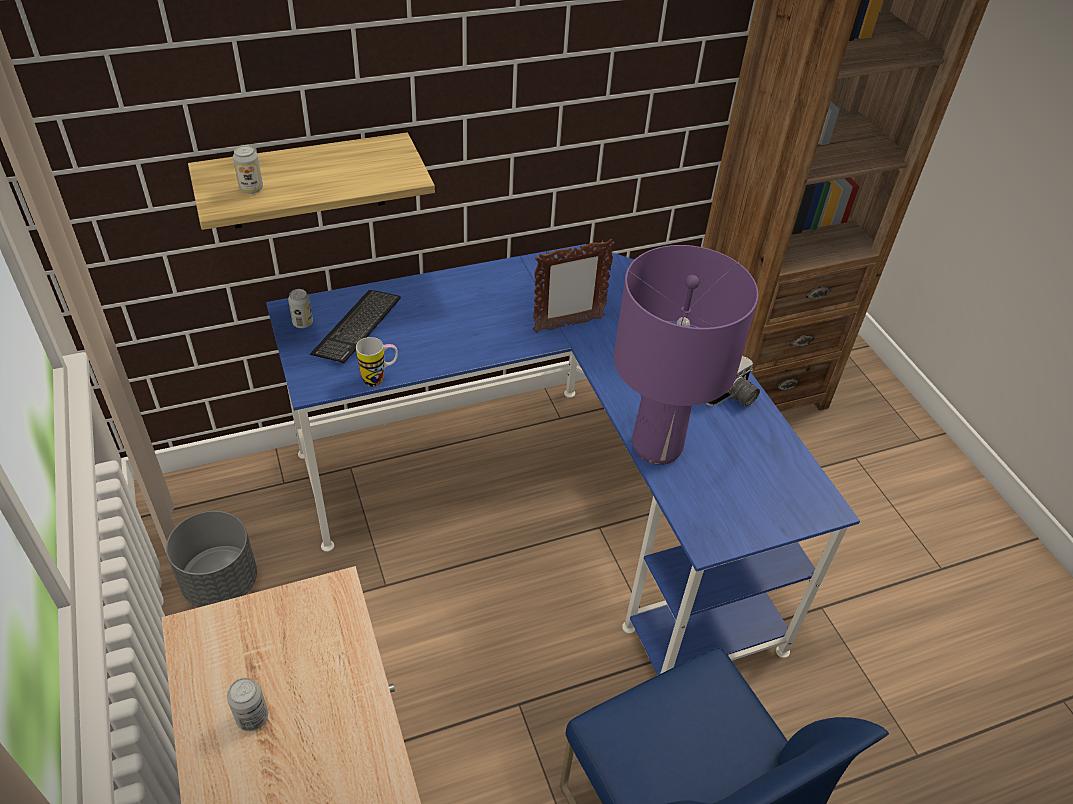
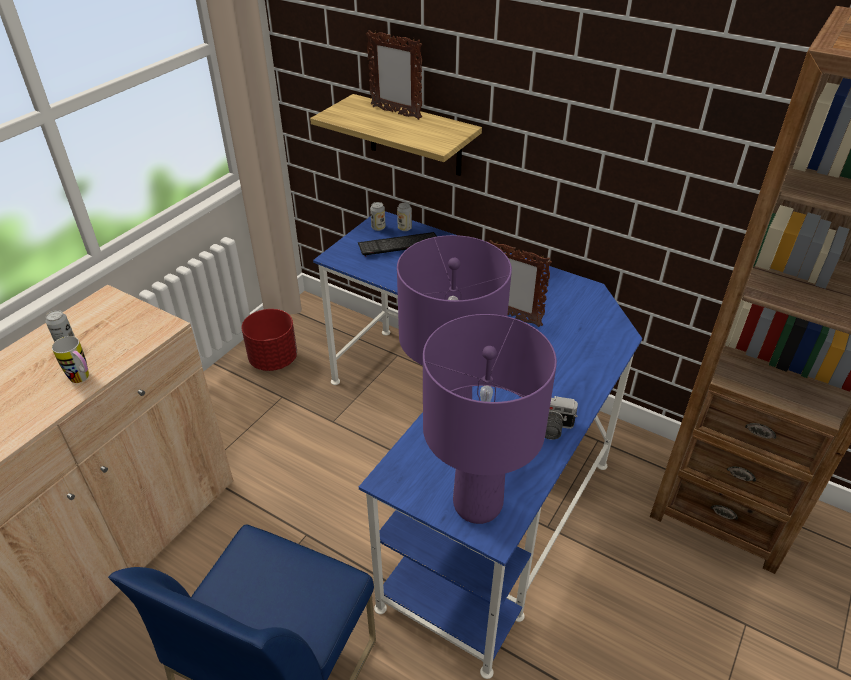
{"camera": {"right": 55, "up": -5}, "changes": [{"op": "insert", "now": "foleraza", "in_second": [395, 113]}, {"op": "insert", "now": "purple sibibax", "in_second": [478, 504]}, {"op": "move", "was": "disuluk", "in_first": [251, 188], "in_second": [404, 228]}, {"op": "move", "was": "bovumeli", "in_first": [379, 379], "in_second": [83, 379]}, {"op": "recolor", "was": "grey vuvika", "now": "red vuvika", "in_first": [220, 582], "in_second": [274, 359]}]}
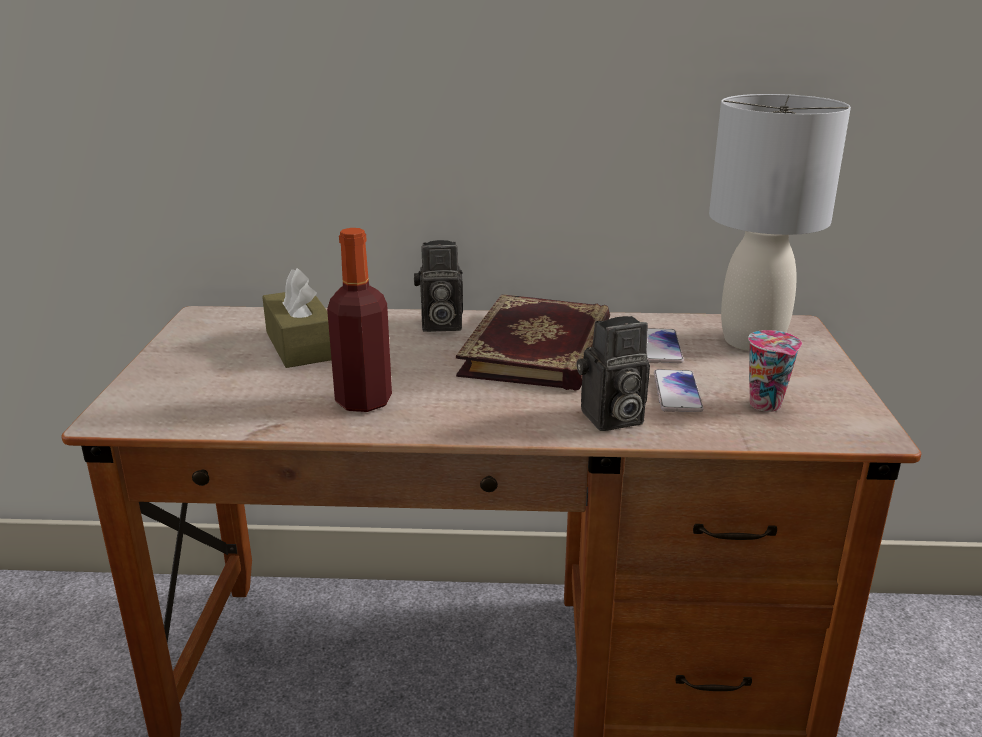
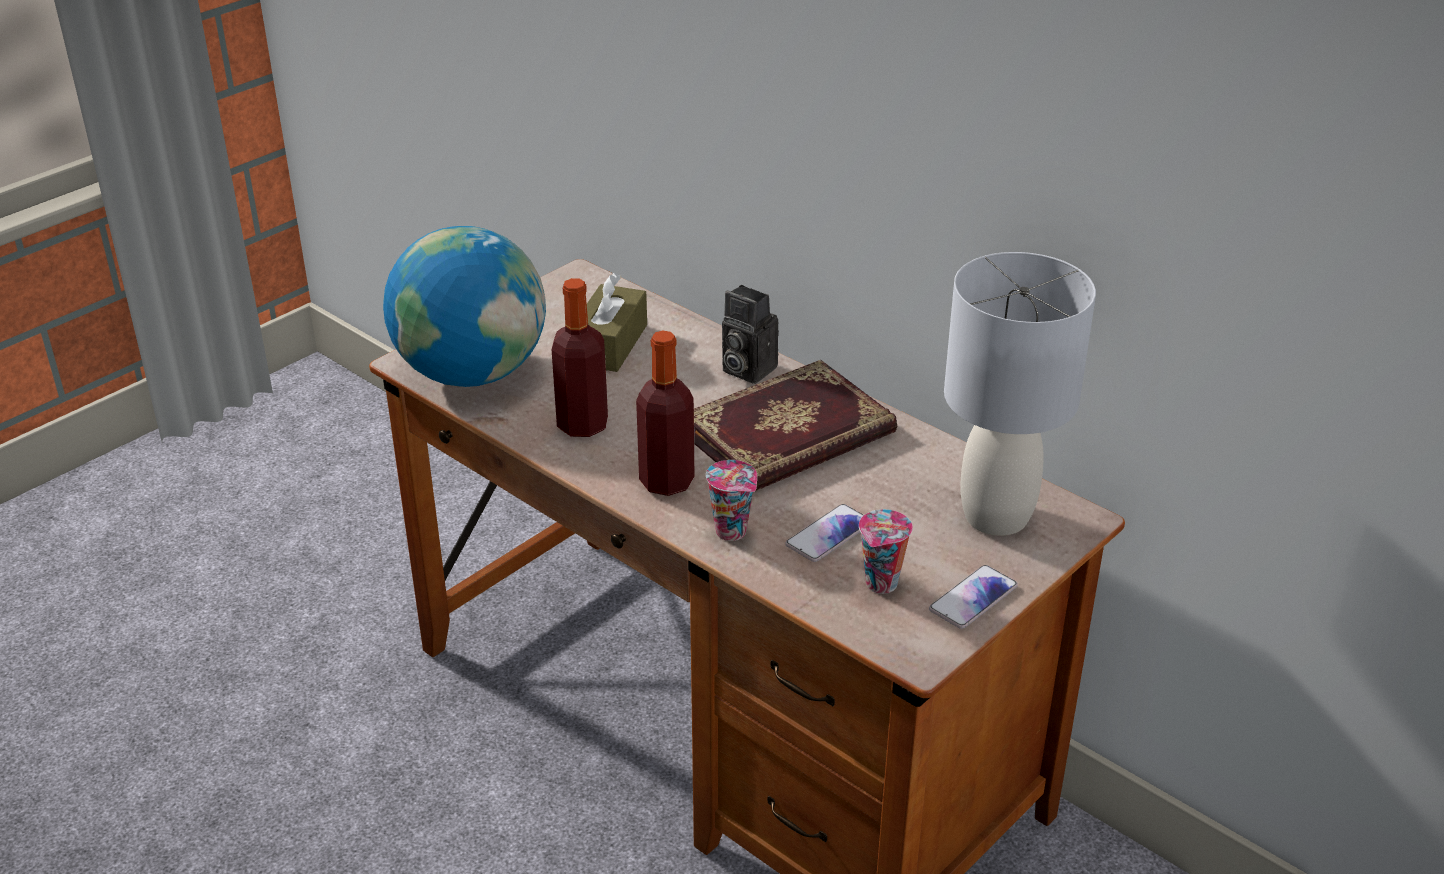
{"camera": {"right": 40, "up": 10}, "changes": [{"op": "insert", "now": "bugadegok", "in_second": [472, 373]}, {"op": "insert", "now": "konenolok", "in_second": [667, 481]}, {"op": "move", "was": "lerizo", "in_first": [660, 347], "in_second": [973, 598]}, {"op": "replace", "was": "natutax", "now": "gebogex", "in_first": [610, 419], "in_second": [733, 532]}]}
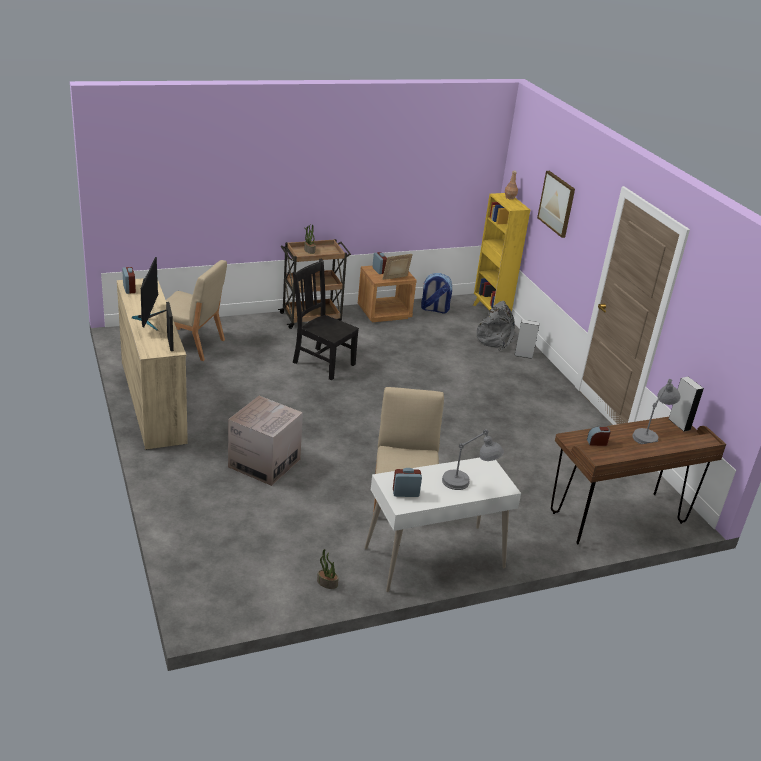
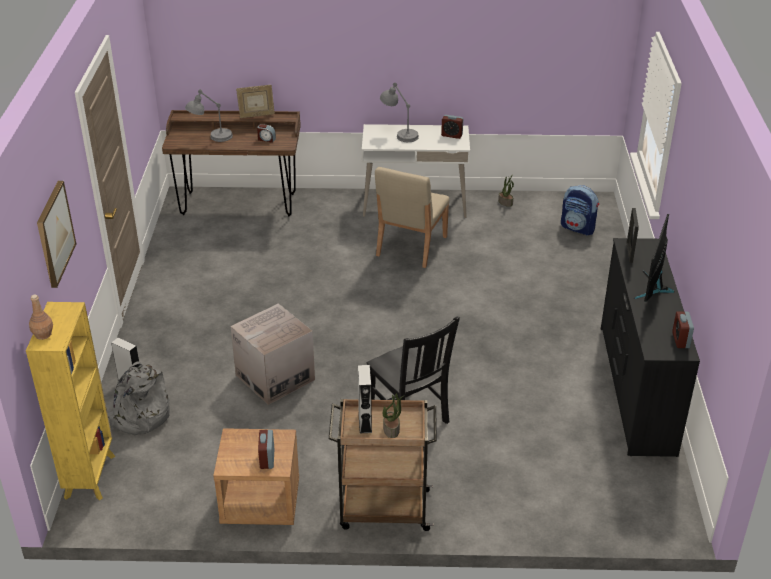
{"camera": {"right": -155, "up": 5}, "changes": [{"op": "delete", "was": "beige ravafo", "in_first": [191, 344]}, {"op": "move", "was": "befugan", "in_first": [264, 463], "in_second": [275, 377]}, {"op": "move", "was": "foleraza", "in_first": [396, 279], "in_second": [256, 115]}, {"op": "move", "was": "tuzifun", "in_first": [434, 309], "in_second": [578, 228]}, {"op": "move", "was": "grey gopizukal", "in_first": [679, 424], "in_second": [365, 422]}, {"op": "recolor", "was": "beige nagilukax", "now": "black nagilukax", "in_first": [153, 401], "in_second": [635, 389]}]}
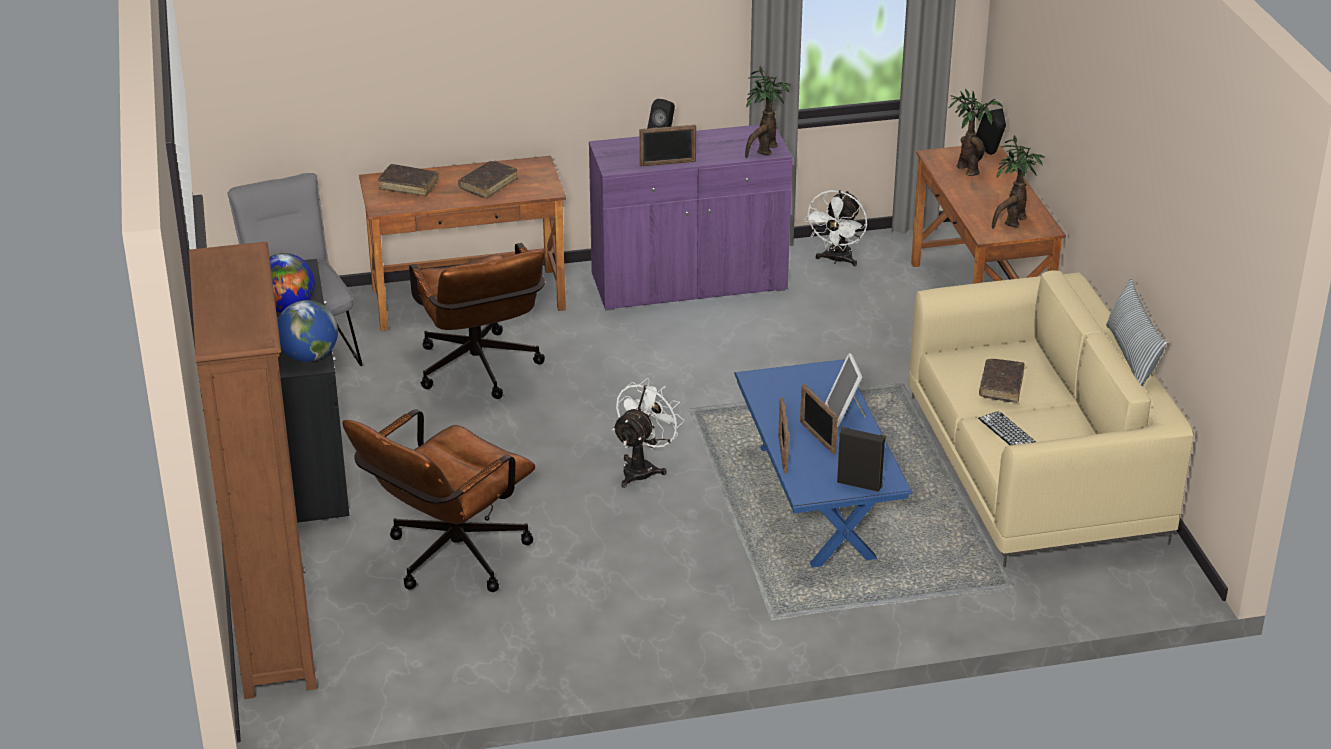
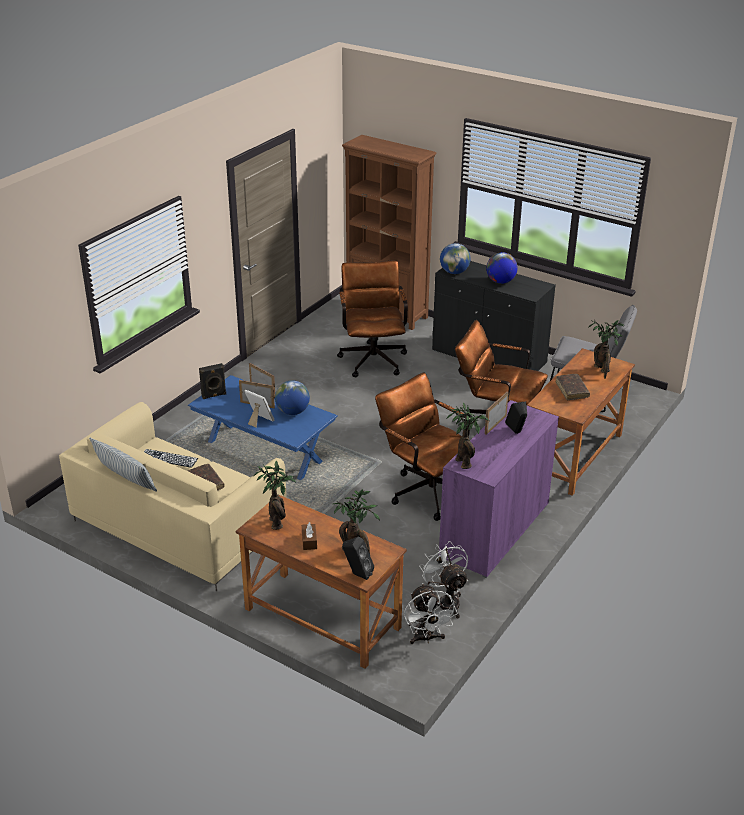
{"camera": {"right": 135, "up": 0}, "changes": [{"op": "insert", "now": "bugadegok", "in_second": [292, 412]}, {"op": "insert", "now": "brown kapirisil", "in_second": [309, 541]}, {"op": "insert", "now": "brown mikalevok", "in_second": [426, 489]}, {"op": "move", "was": "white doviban", "in_first": [643, 468], "in_second": [426, 638]}, {"op": "replace", "was": "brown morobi", "now": "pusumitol", "in_first": [408, 185], "in_second": [602, 370]}]}
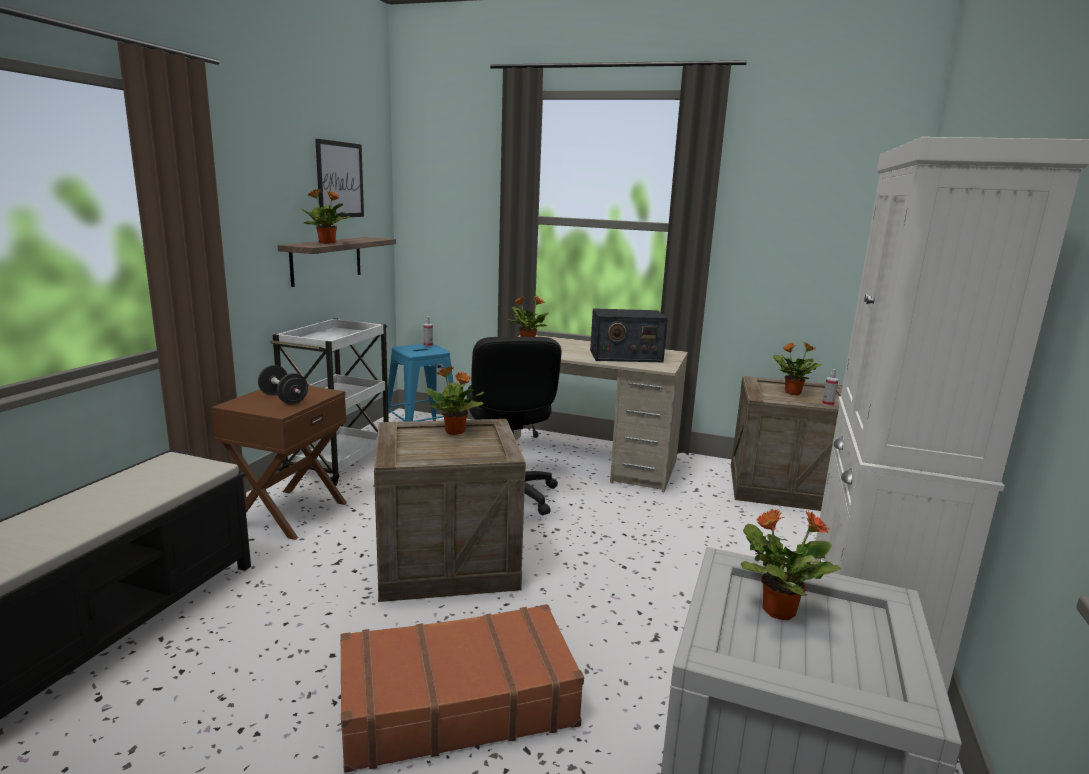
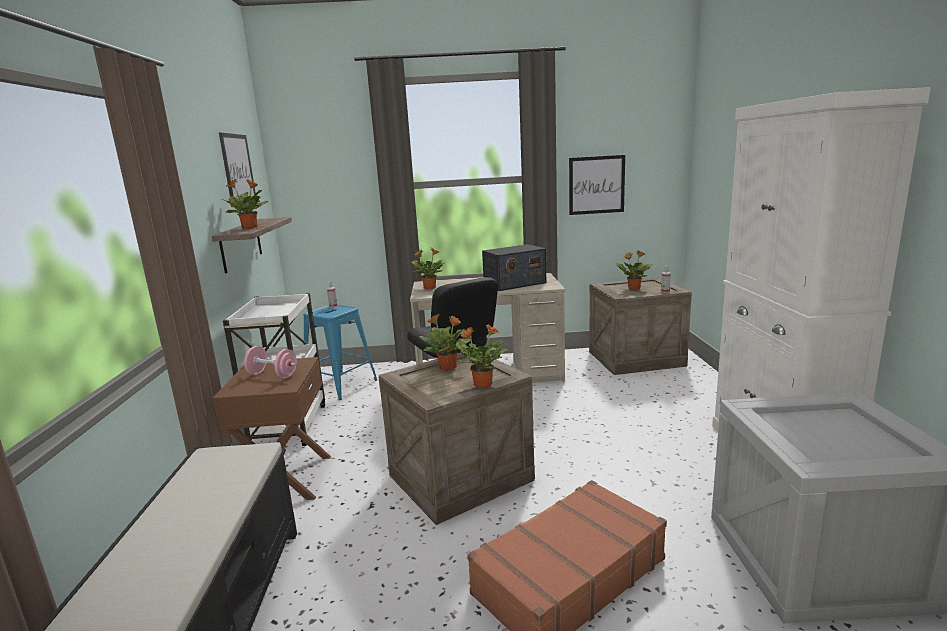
{"camera": {"right": -20, "up": 0}, "changes": [{"op": "insert", "now": "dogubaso", "in_second": [596, 185]}, {"op": "move", "was": "pusumitol", "in_first": [777, 610], "in_second": [482, 384]}, {"op": "recolor", "was": "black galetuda", "now": "pink galetuda", "in_first": [283, 399], "in_second": [273, 375]}]}
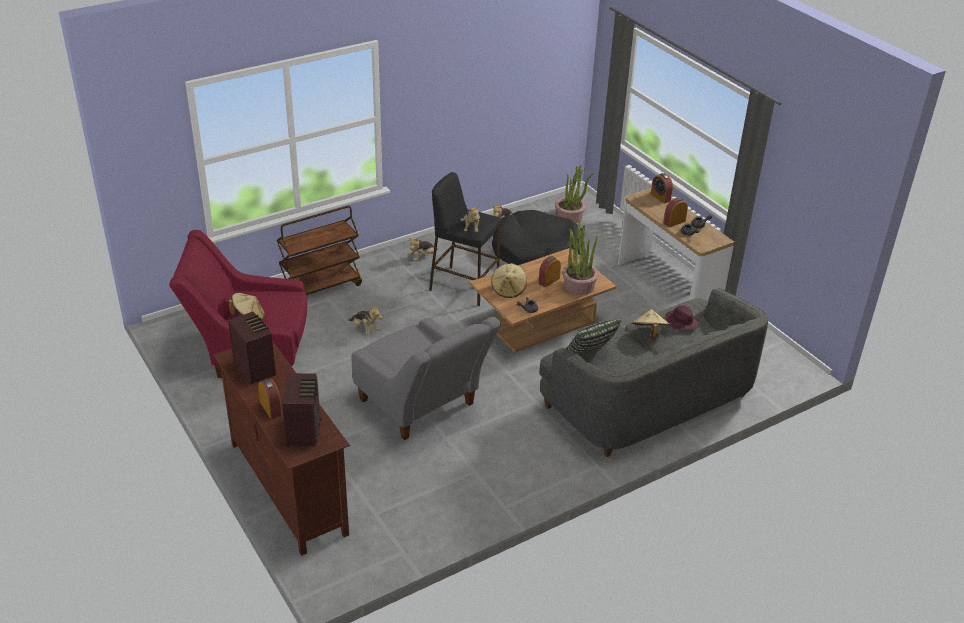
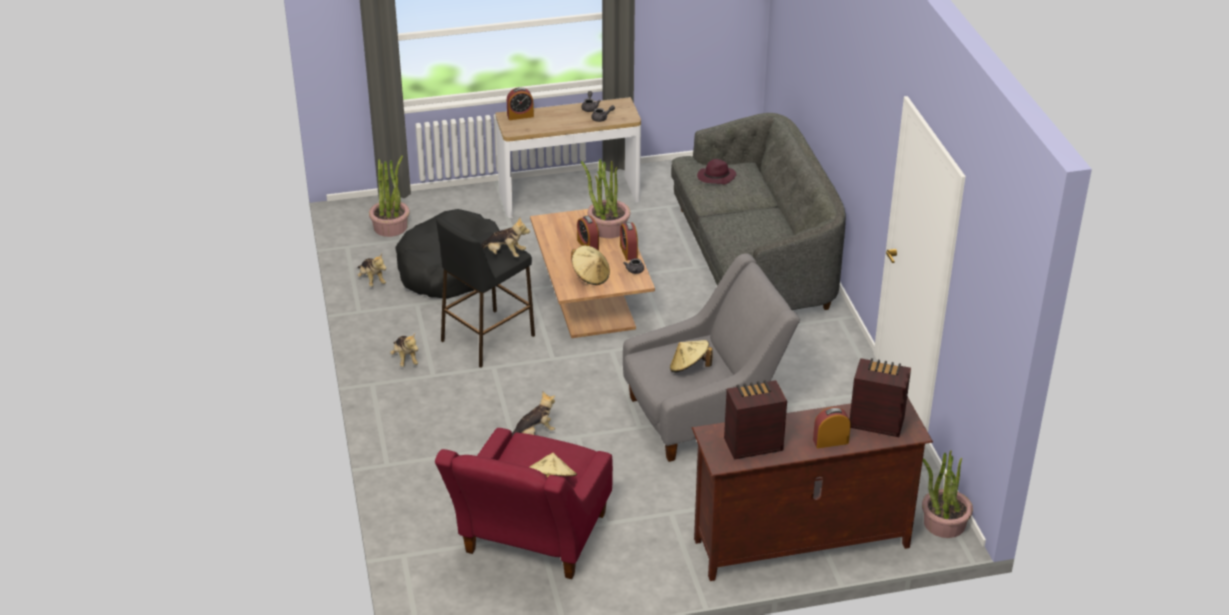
{"camera": {"right": -70, "up": 0}, "changes": [{"op": "delete", "was": "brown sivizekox", "in_first": [321, 287]}, {"op": "delete", "was": "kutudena", "in_first": [590, 356]}, {"op": "insert", "now": "pusumitol", "in_second": [944, 523]}, {"op": "move", "was": "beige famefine", "in_first": [649, 333], "in_second": [689, 368]}, {"op": "move", "was": "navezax", "in_first": [674, 222], "in_second": [628, 252]}]}
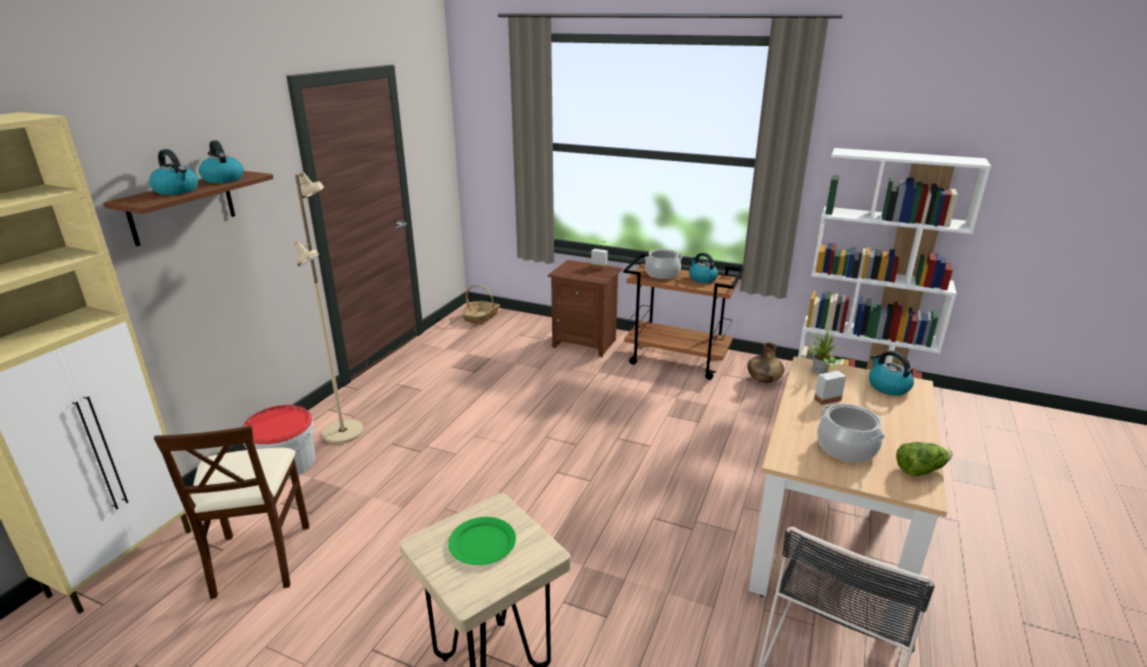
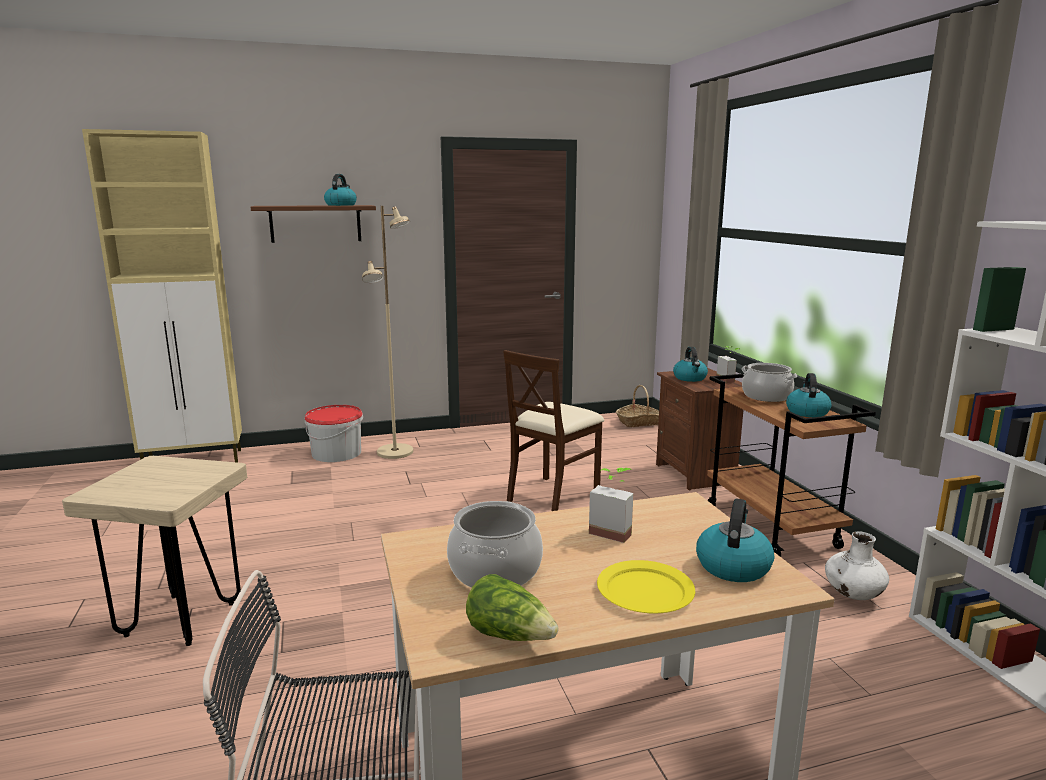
{"camera": {"right": 50, "up": -10}, "changes": [{"op": "delete", "was": "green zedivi", "in_first": [482, 544]}, {"op": "delete", "was": "pusumitol", "in_first": [817, 370]}, {"op": "insert", "now": "yellow zedivi", "in_second": [646, 591]}, {"op": "move", "was": "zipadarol", "in_first": [177, 191], "in_second": [690, 378]}, {"op": "move", "was": "beige ravafo", "in_first": [260, 558], "in_second": [552, 496]}, {"op": "recolor", "was": "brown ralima", "now": "white ralima", "in_first": [763, 380], "in_second": [852, 595]}]}
